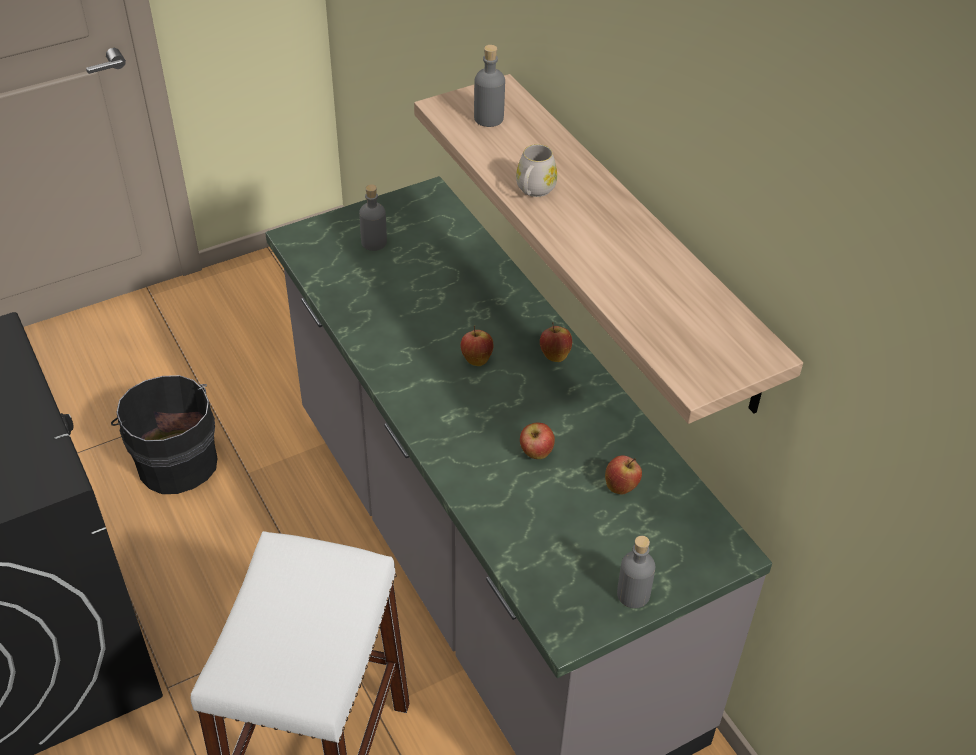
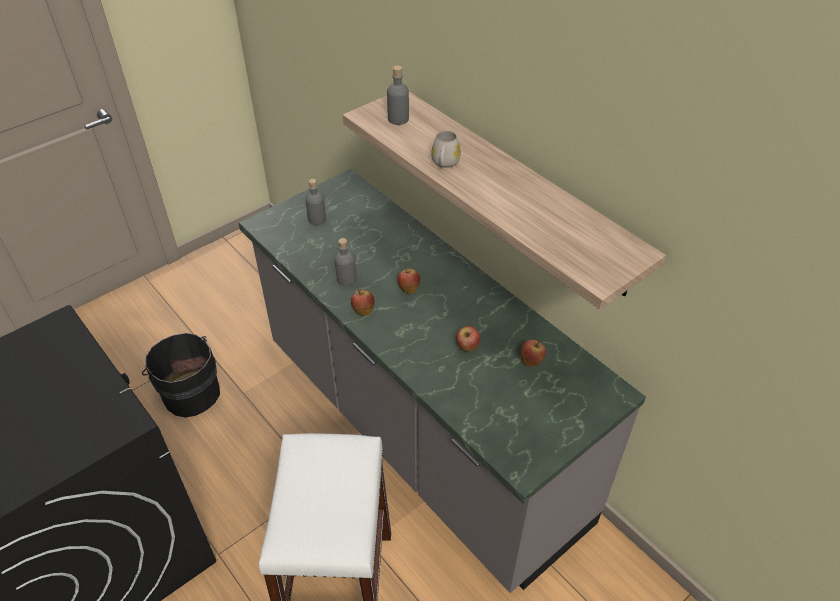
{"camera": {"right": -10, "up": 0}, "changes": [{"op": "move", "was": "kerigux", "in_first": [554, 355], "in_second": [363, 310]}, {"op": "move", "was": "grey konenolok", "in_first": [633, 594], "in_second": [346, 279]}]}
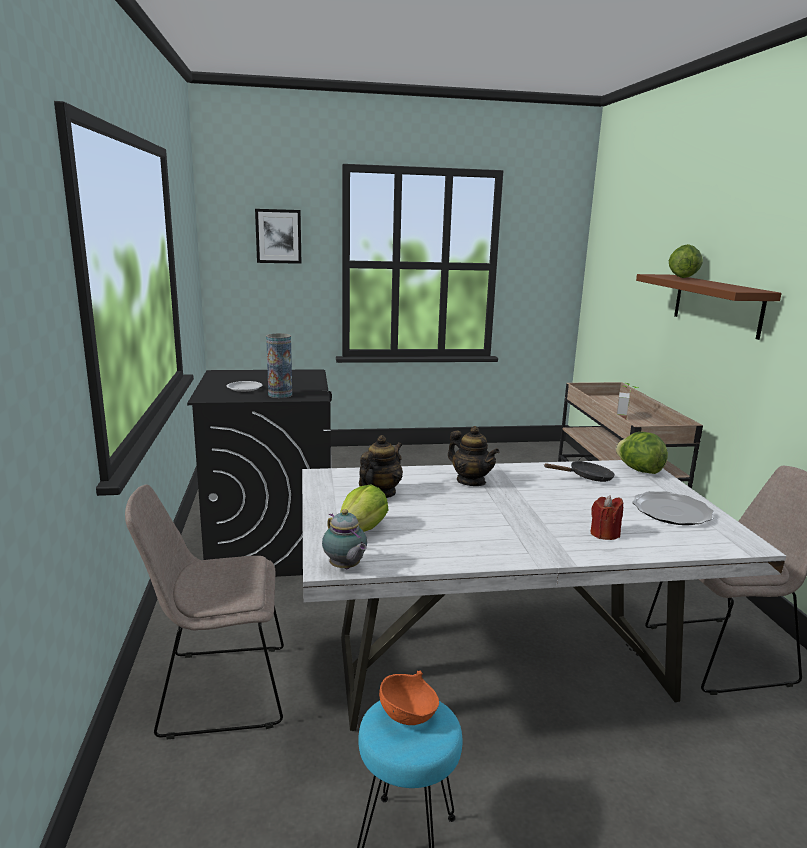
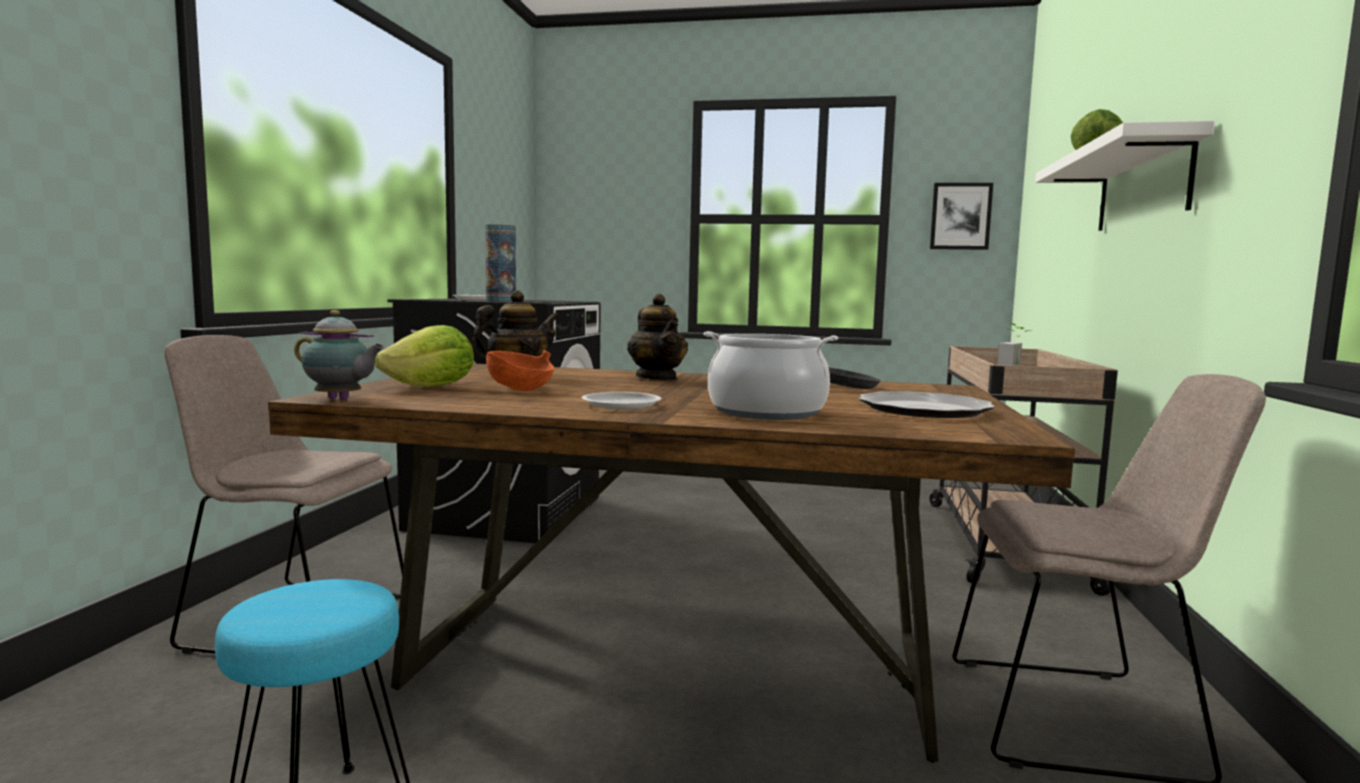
{"camera": {"right": 20, "up": -10}, "changes": [{"op": "delete", "was": "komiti", "in_first": [639, 470]}, {"op": "insert", "now": "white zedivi", "in_second": [621, 405]}, {"op": "move", "was": "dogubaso", "in_first": [278, 236], "in_second": [960, 216]}, {"op": "move", "was": "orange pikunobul", "in_first": [408, 715], "in_second": [521, 390]}, {"op": "replace", "was": "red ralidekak", "now": "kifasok", "in_first": [604, 534], "in_second": [766, 412]}, {"op": "recolor", "was": "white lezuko", "now": "brown lezuko", "in_first": [498, 669], "in_second": [666, 667]}, {"op": "recolor", "was": "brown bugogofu", "now": "white bugogofu", "in_first": [717, 304], "in_second": [1143, 186]}, {"op": "rotate", "was": "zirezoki", "in_first": [345, 568], "in_second": [340, 399], "clockwise": -60}]}
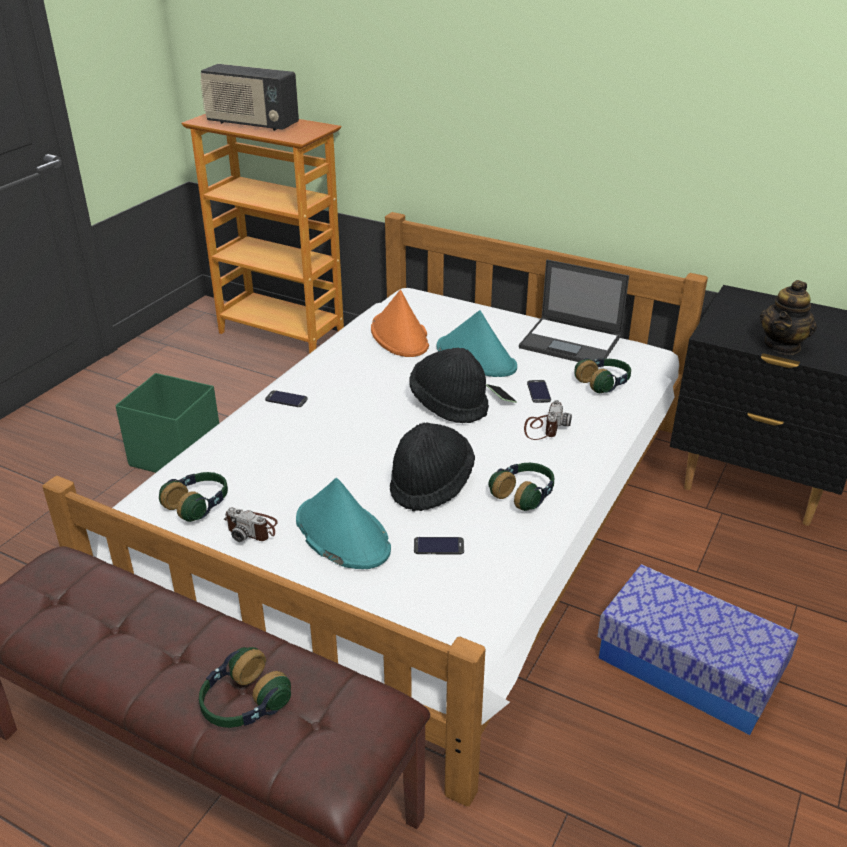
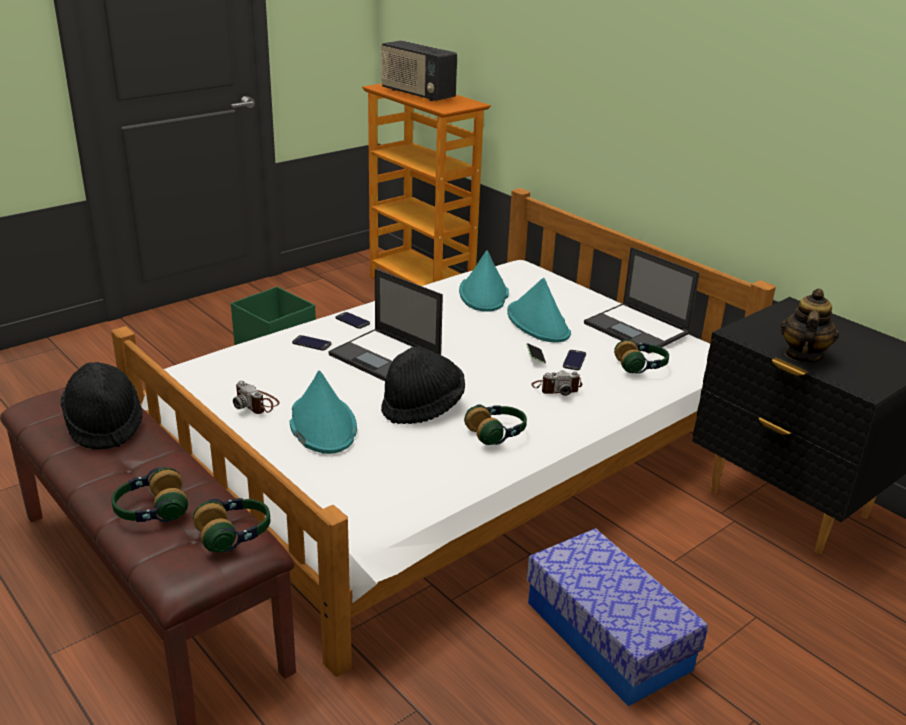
{"camera": {"right": 20, "up": -5}, "changes": [{"op": "insert", "now": "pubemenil", "in_second": [386, 357]}, {"op": "move", "was": "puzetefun", "in_first": [198, 505], "in_second": [235, 535]}, {"op": "move", "was": "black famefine", "in_first": [449, 404], "in_second": [104, 425]}, {"op": "move", "was": "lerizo", "in_first": [439, 546], "in_second": [311, 343]}, {"op": "recolor", "was": "orange famefine", "now": "turquoise famefine", "in_first": [400, 336], "in_second": [484, 294]}, {"op": "rotate", "was": "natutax", "in_first": [544, 427], "in_second": [556, 388], "clockwise": 45}, {"op": "rotate", "was": "zirezoki", "in_first": [782, 346], "in_second": [802, 355], "clockwise": 150}]}
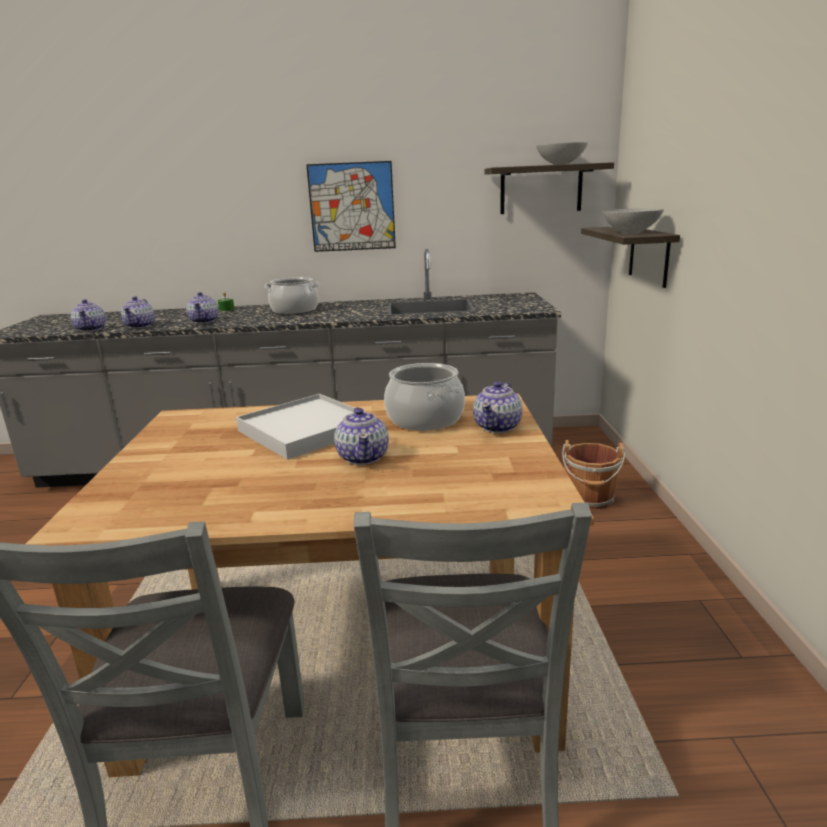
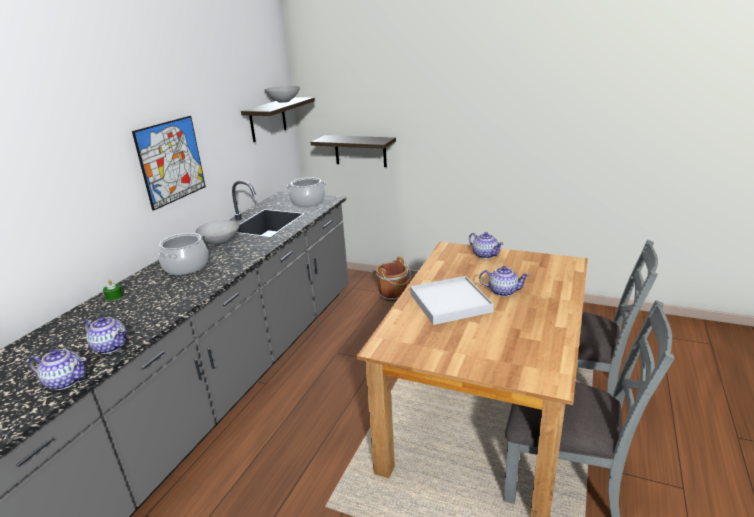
{"camera": {"right": -65, "up": 5}, "changes": [{"op": "delete", "was": "zirezoki", "in_first": [204, 321]}, {"op": "move", "was": "kifasok", "in_first": [424, 419], "in_second": [308, 202]}, {"op": "move", "was": "grey pikunobul", "in_first": [629, 233], "in_second": [219, 242]}]}
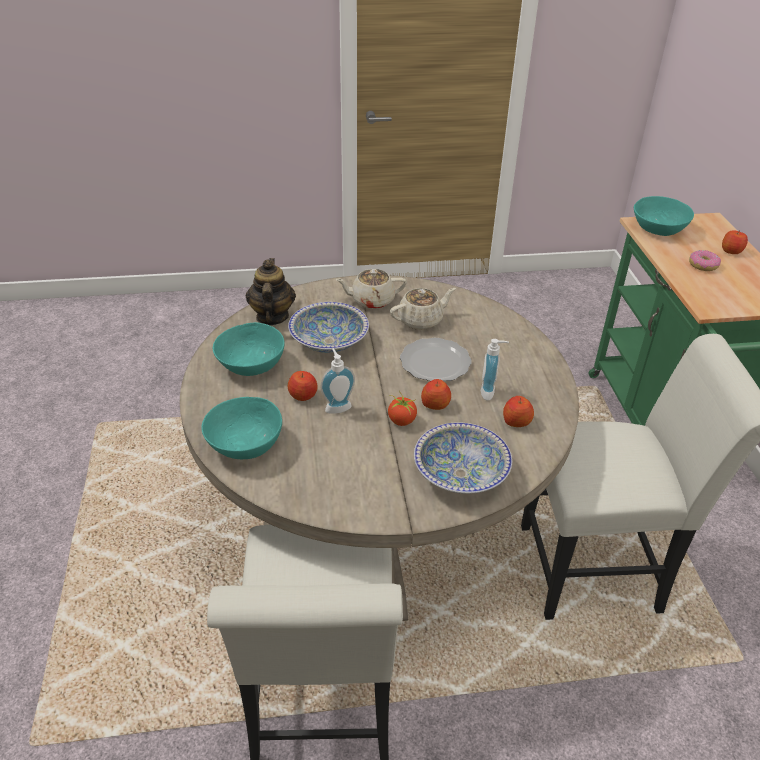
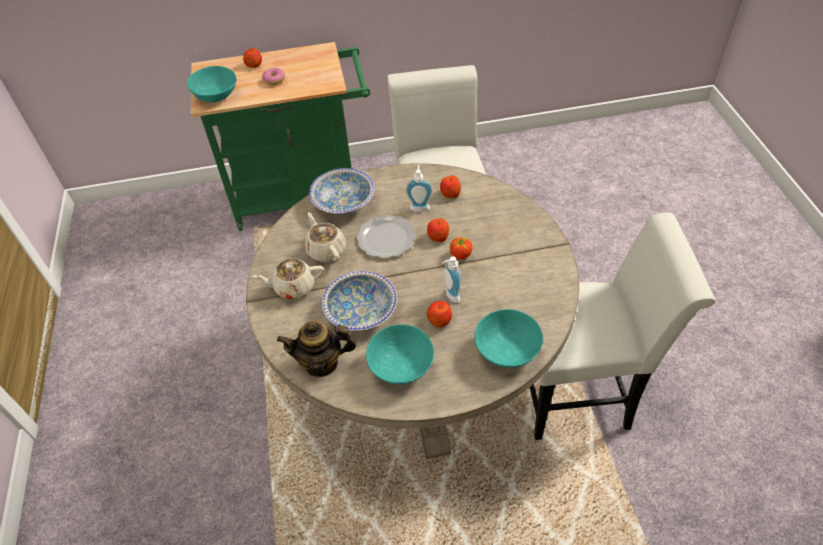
{"camera": {"right": -90, "up": 10}, "changes": [{"op": "move", "was": "pikunobul", "in_first": [460, 474], "in_second": [343, 202]}, {"op": "rotate", "was": "beige zirezoki", "in_first": [371, 300], "in_second": [293, 287], "clockwise": 90}]}
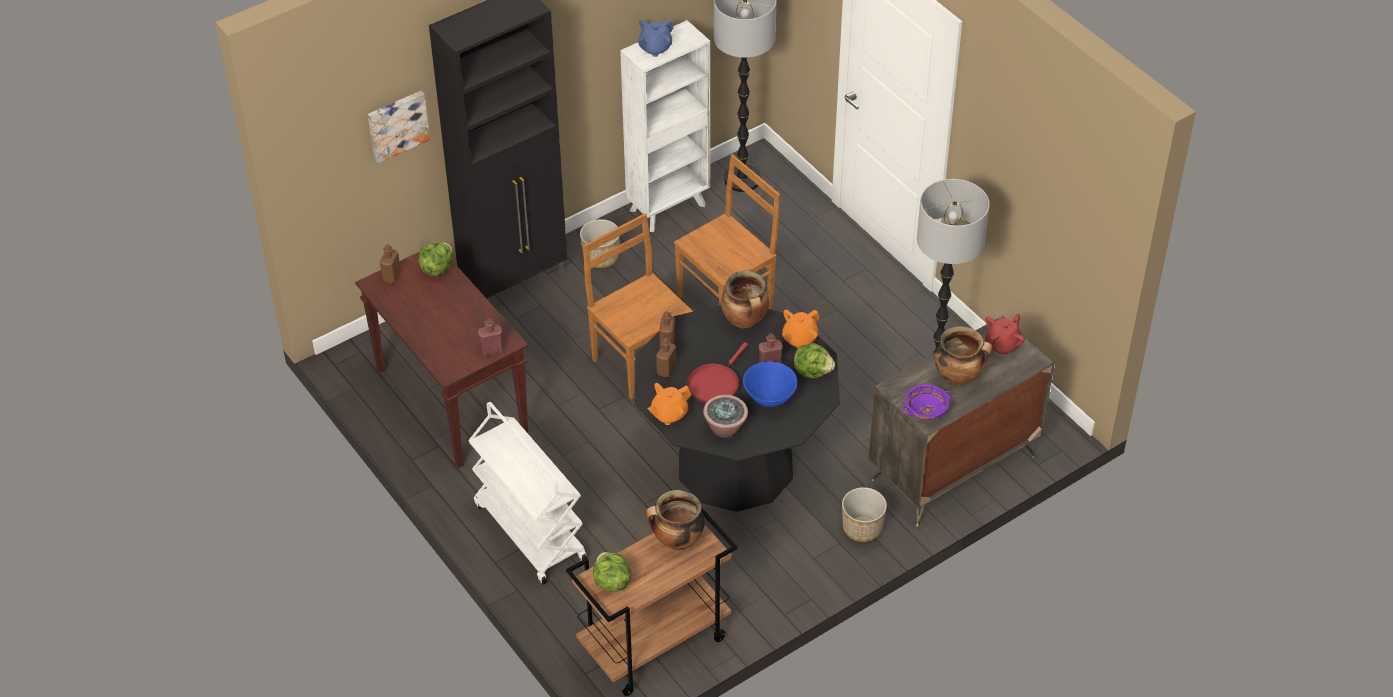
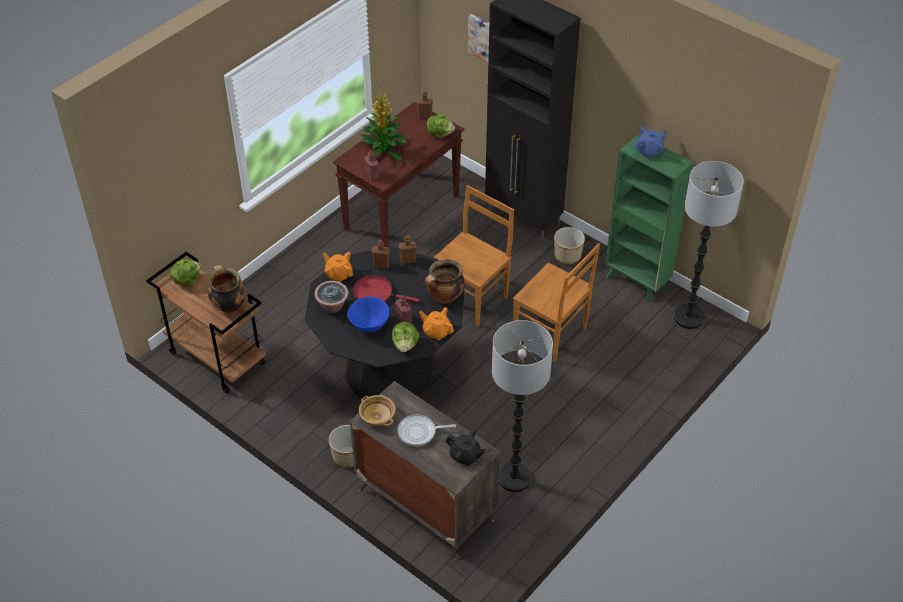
{"camera": {"right": 75, "up": 0}, "changes": [{"op": "delete", "was": "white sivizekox", "in_first": [529, 532]}, {"op": "insert", "now": "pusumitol", "in_second": [384, 150]}, {"op": "replace", "was": "kifasok", "now": "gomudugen", "in_first": [959, 377], "in_second": [419, 432]}, {"op": "recolor", "was": "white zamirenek", "now": "green zamirenek", "in_first": [669, 207], "in_second": [637, 281]}, {"op": "recolor", "was": "purple pikunobul", "now": "beige pikunobul", "in_first": [926, 409], "in_second": [377, 416]}, {"op": "recolor", "was": "red zirezoki", "now": "black zirezoki", "in_first": [1002, 345], "in_second": [465, 456]}, {"op": "rotate", "was": "blue zirezoki", "in_first": [655, 48], "in_second": [649, 151], "clockwise": 120}]}
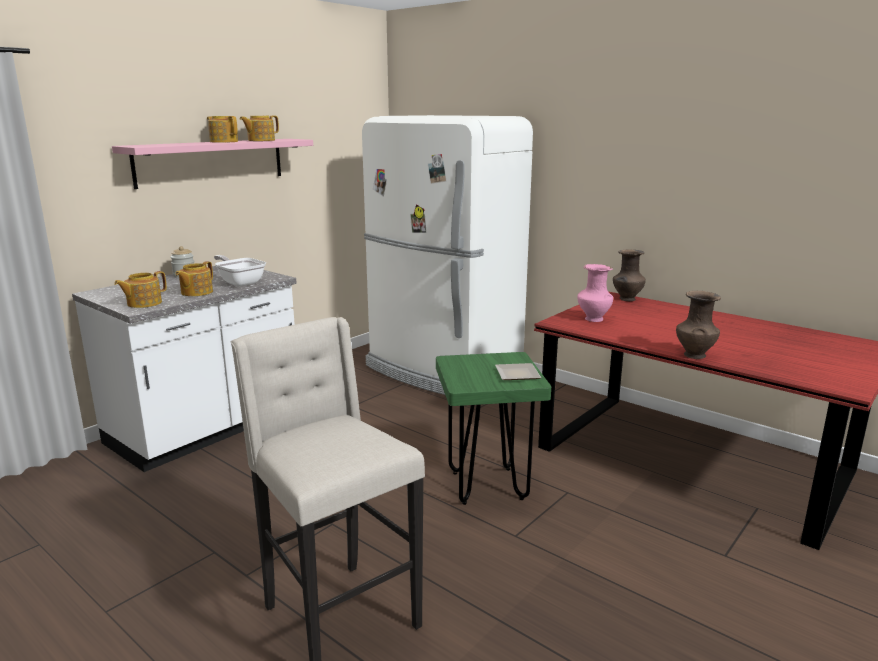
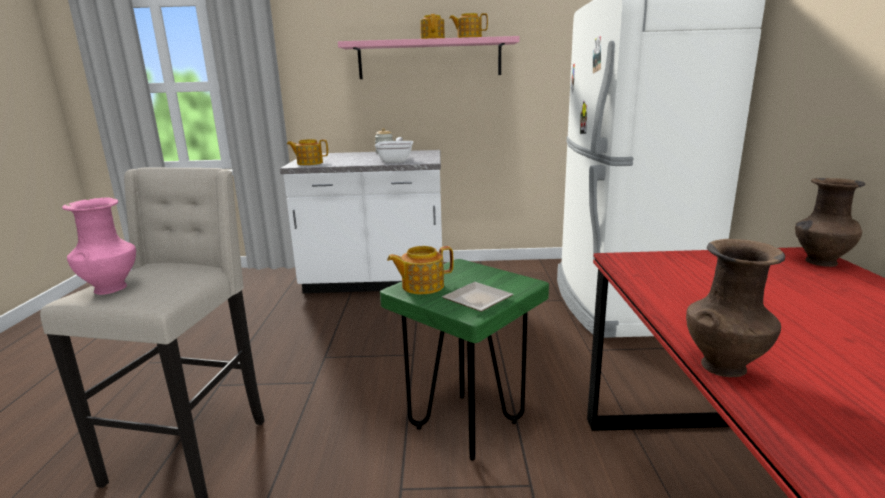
{"camera": {"right": 50, "up": 0}, "changes": [{"op": "move", "was": "zirezoki", "in_first": [196, 292], "in_second": [421, 286]}, {"op": "move", "was": "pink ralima", "in_first": [593, 319], "in_second": [111, 288]}]}
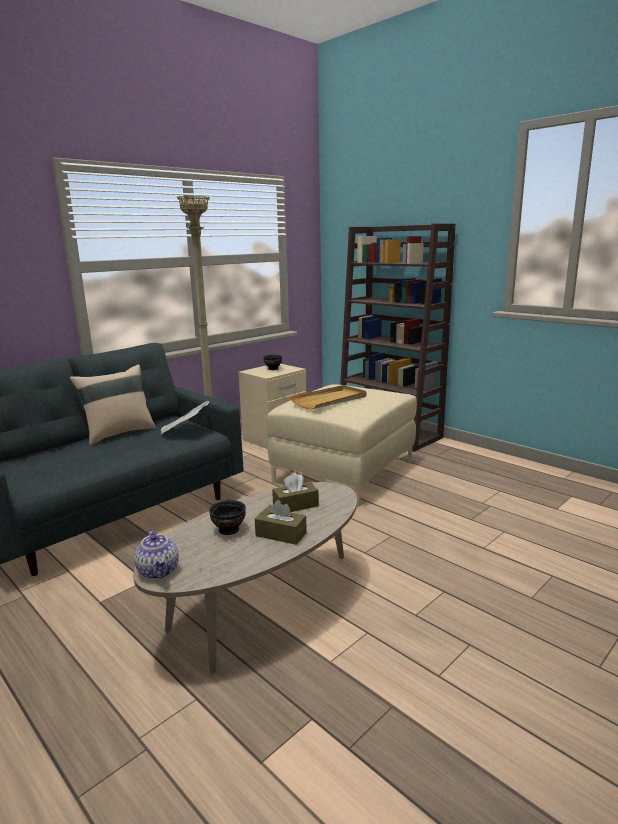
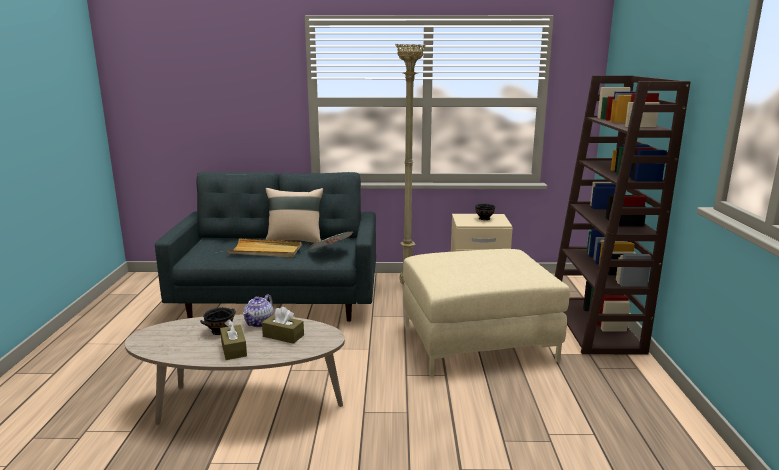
{"camera": {"right": 45, "up": 0}, "changes": [{"op": "move", "was": "zirezoki", "in_first": [159, 571], "in_second": [259, 323]}, {"op": "move", "was": "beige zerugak", "in_first": [330, 400], "in_second": [265, 251]}]}
